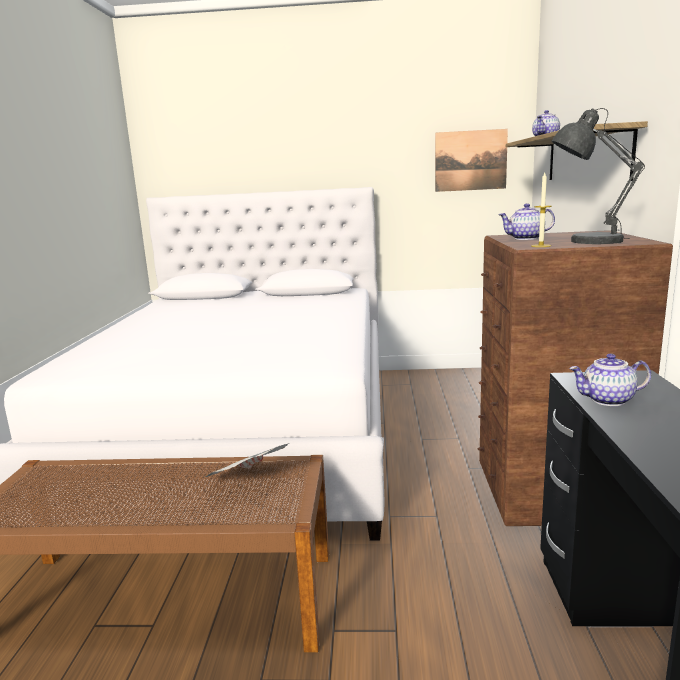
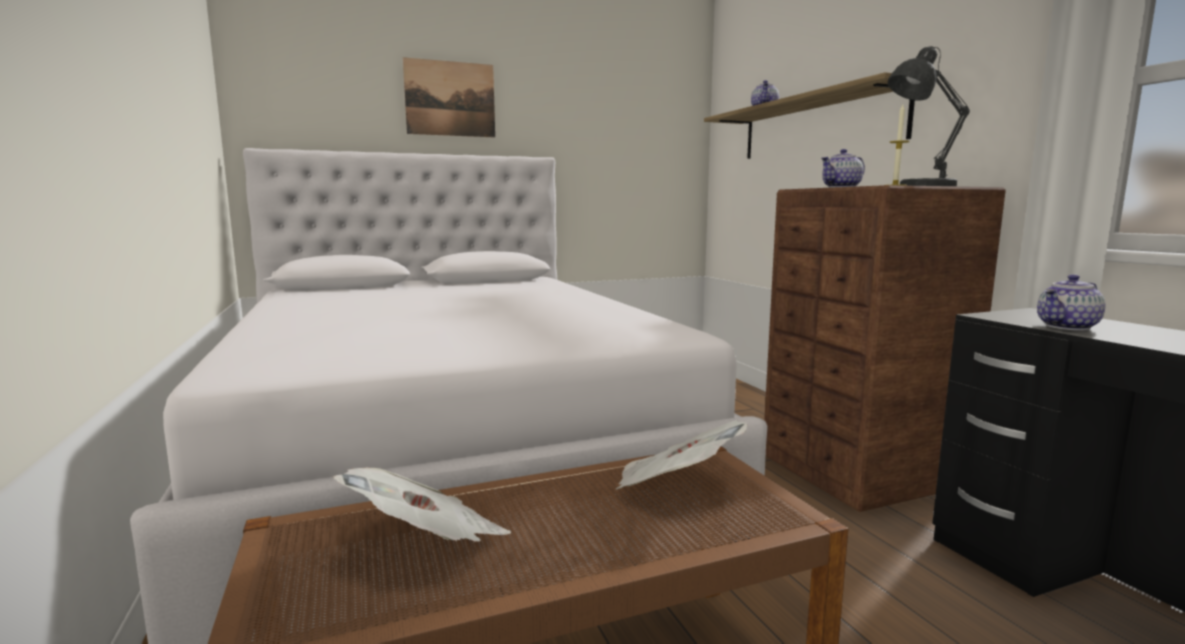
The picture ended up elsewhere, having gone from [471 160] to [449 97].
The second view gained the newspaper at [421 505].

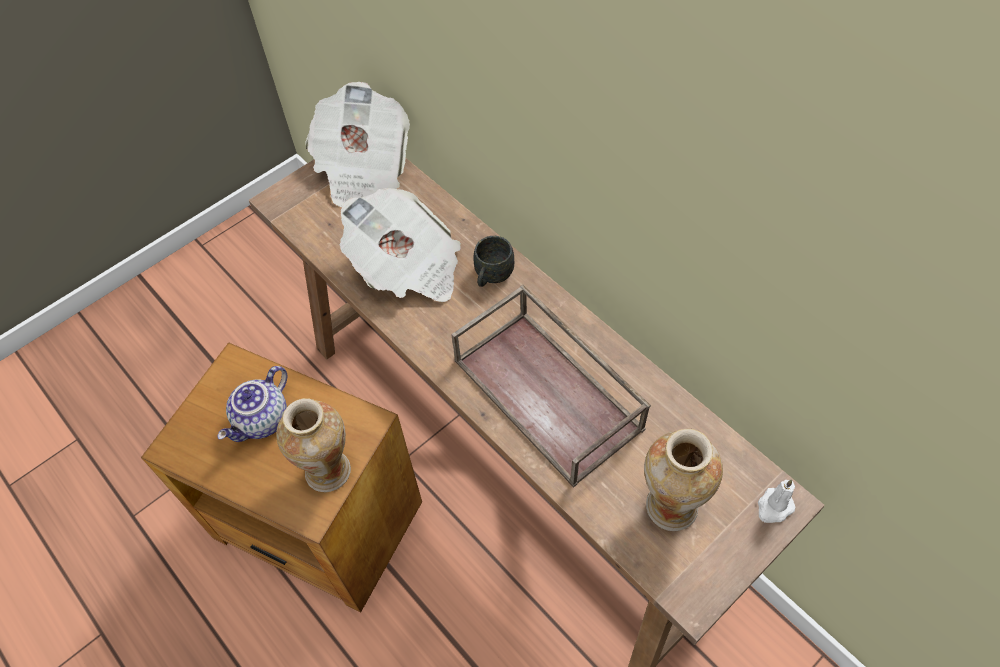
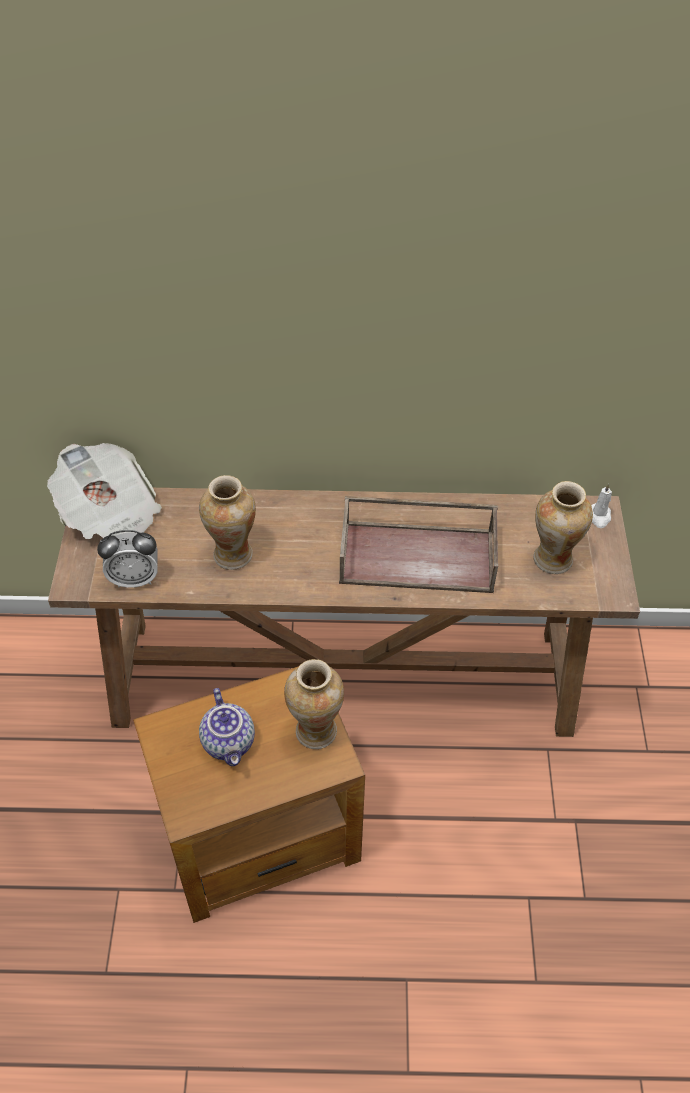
Where the newspaper stood at [400 245], the vase came to stand at [227 522].
The second view lost the grey mug at [493 261].
The second view gained the alarm clock at [127 559].

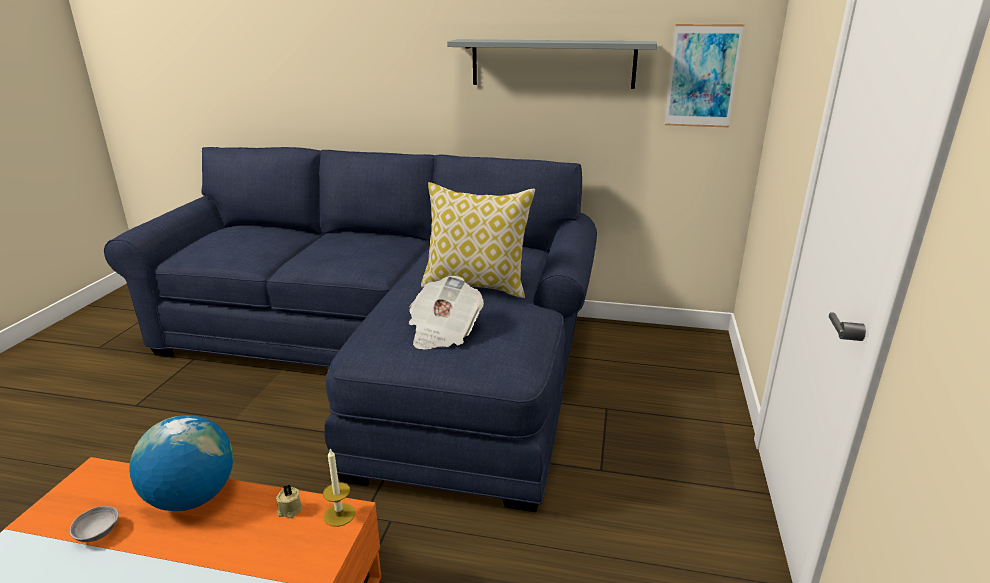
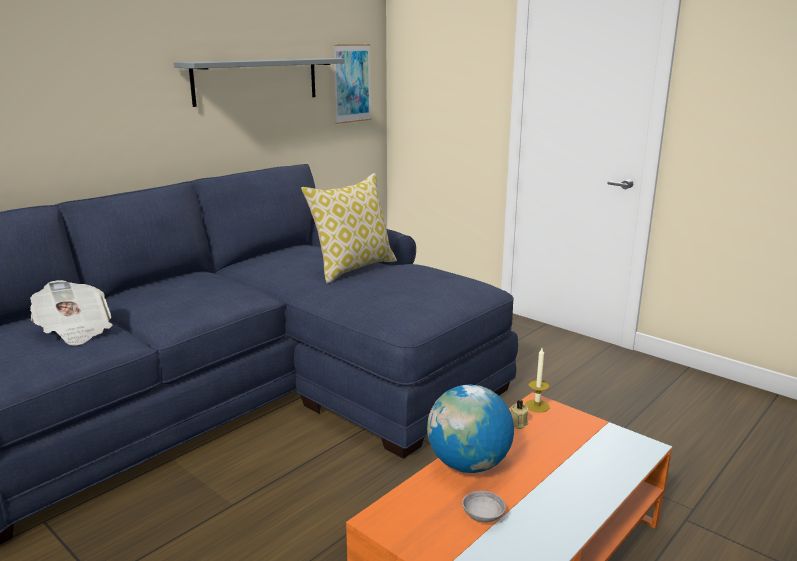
The newspaper ended up elsewhere, having gone from [446 312] to [71 313].

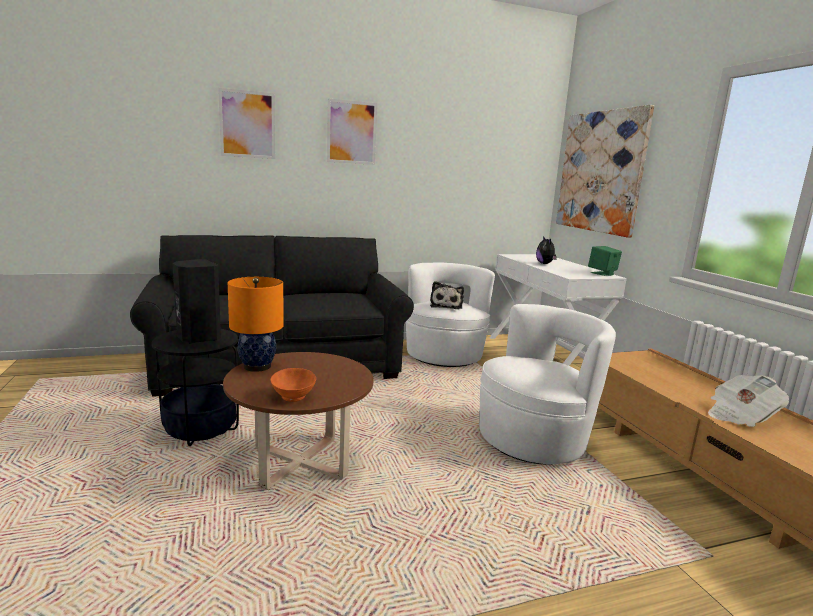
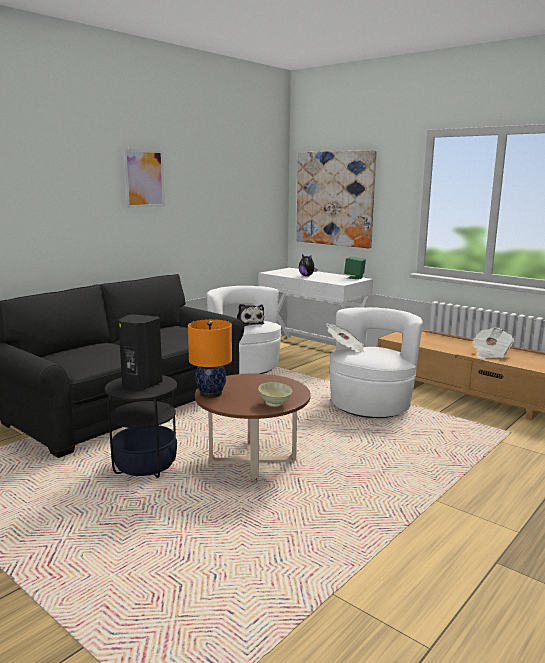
The second view lost the picture at [246 123].
What was the orange bowl at [293 385] turned into the beige bowl at [275 394].
The second view gained the newspaper at [345 338].

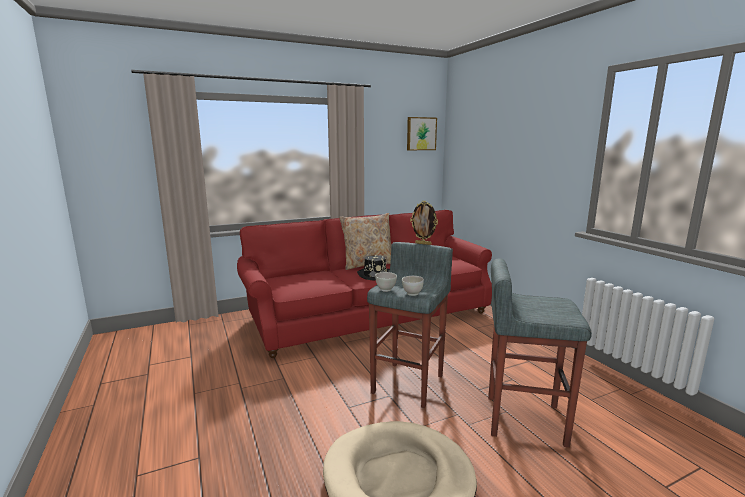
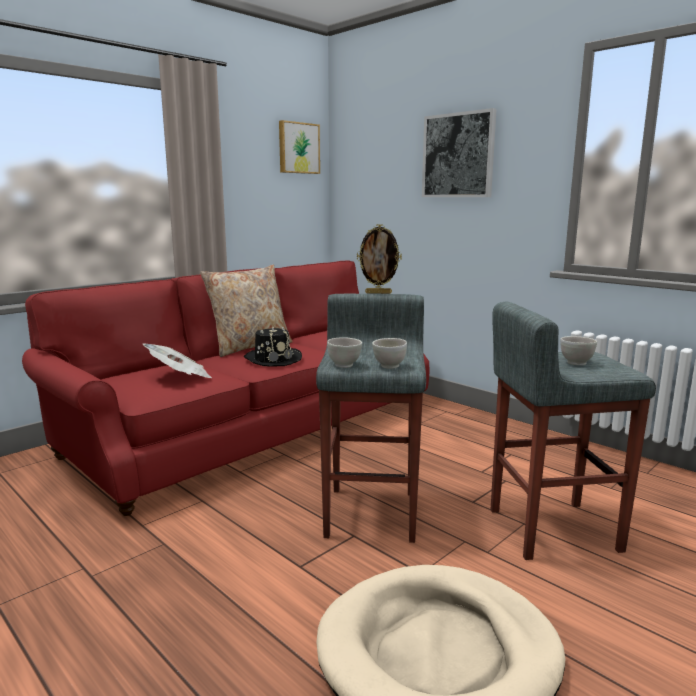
The second view gained the picture at [459 152].
The second view gained the white bowl at [578 350].
The second view gained the newspaper at [177 360].

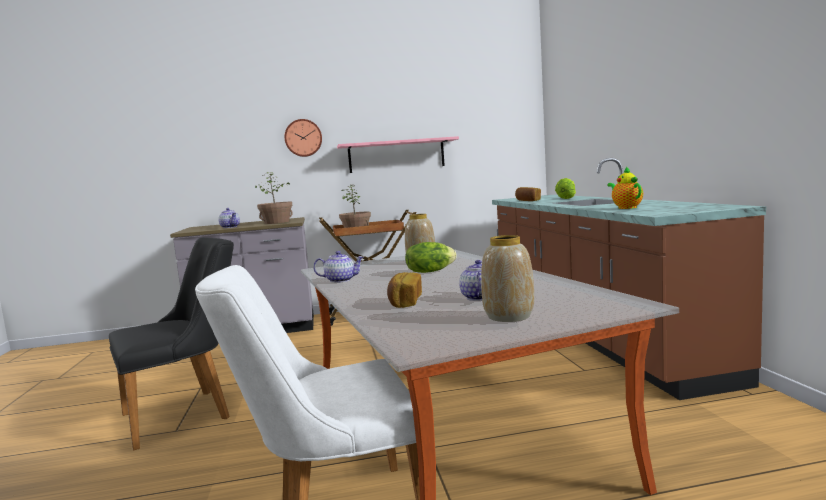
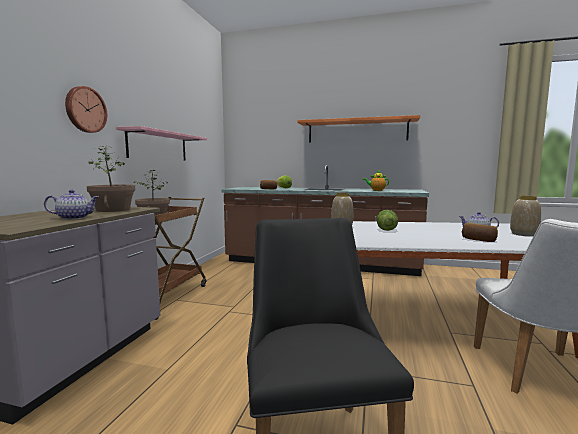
The second view lost the teapot at [338 267].
The second view gained the orange shelf at [358 129].

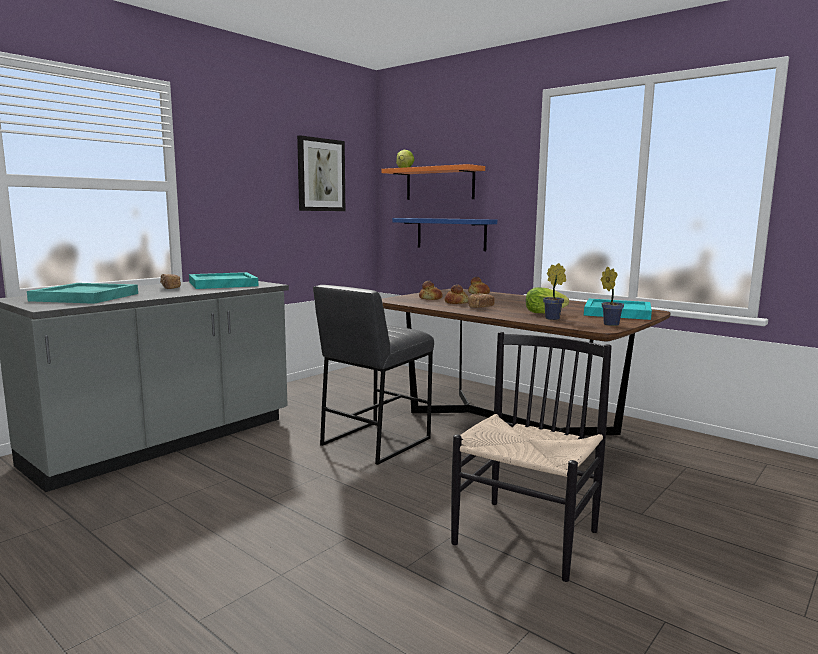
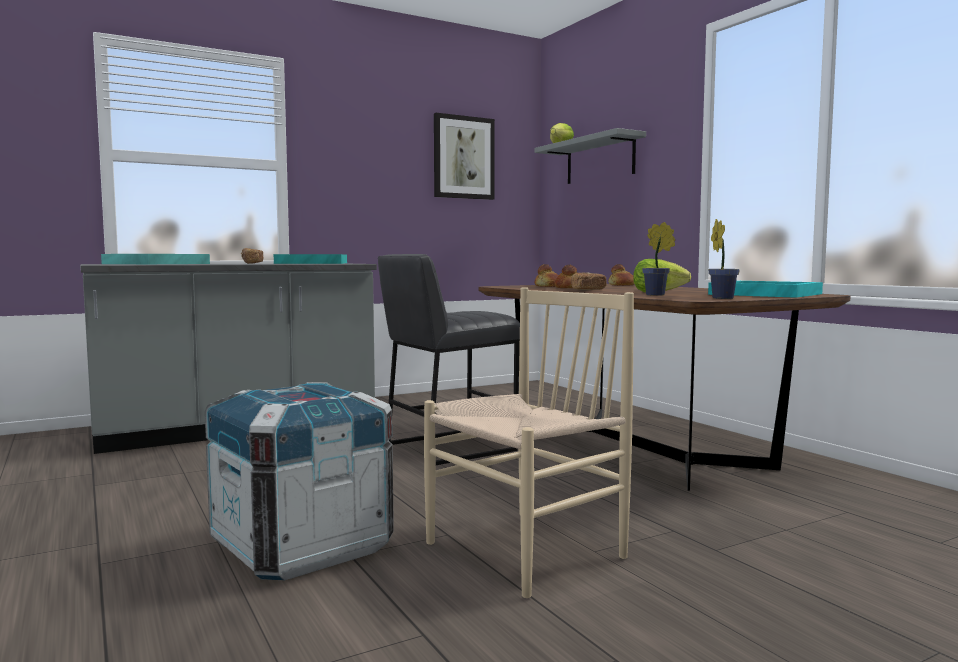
What was the orange shelf at [433 182] turned into the grey shelf at [590 156].
The second view lost the blue shelf at [444 234].
What was the black chair at [531 457] turned into the beige chair at [529 442].
The second view gained the crate at [299 481].

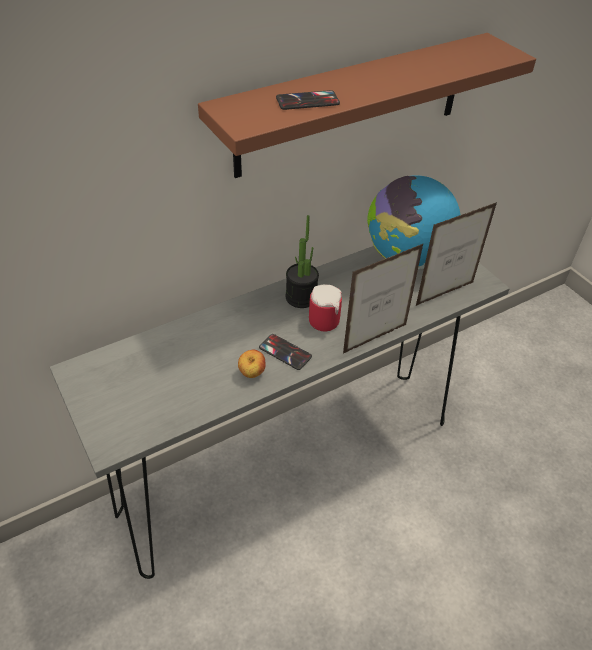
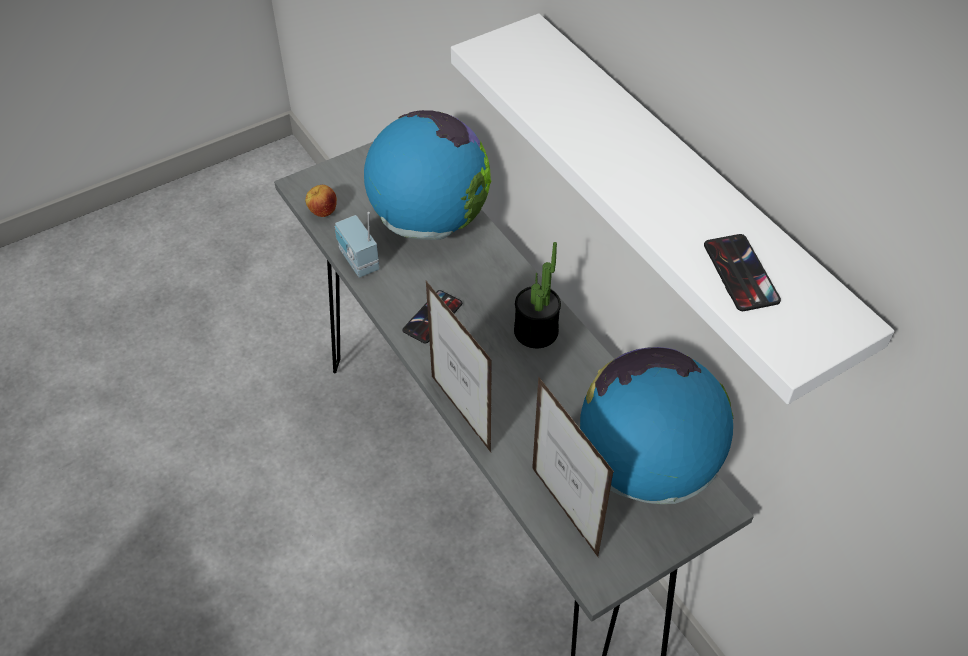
What was the brown shelf at [367 105] turned into the white shelf at [673 208].
The phone ended up elsewhere, having gone from [308 100] to [742 272].
The second view lost the mug at [325 308].
The apple ended up elsewhere, having gone from [252 364] to [321 201].
The second view gained the globe at [428 175].
The second view gained the radio at [357 245].

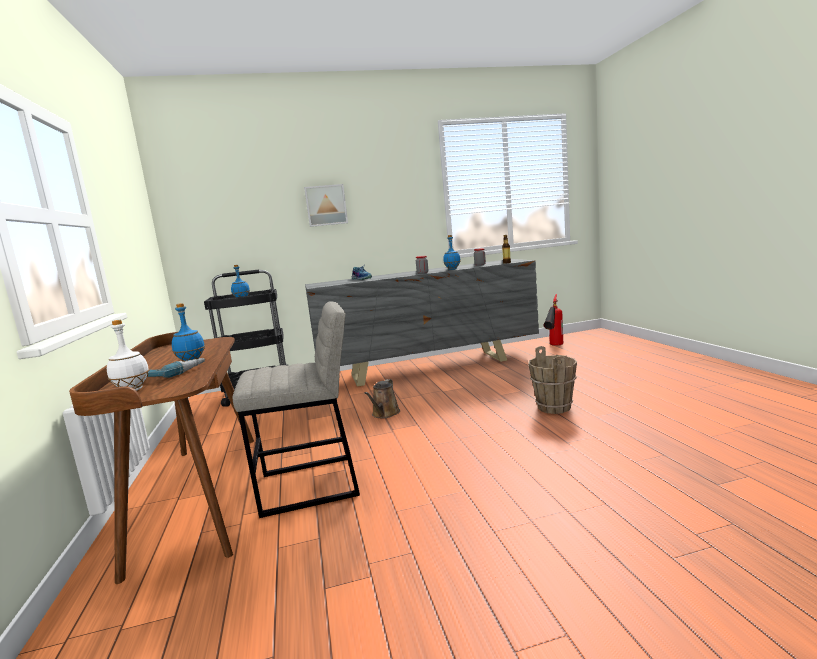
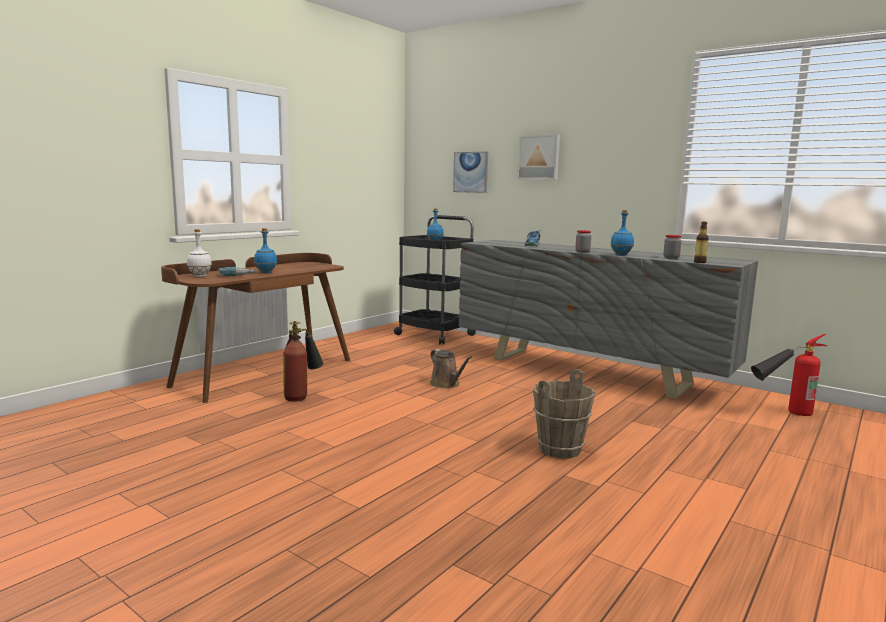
Where the grey chair stood at [296 409], the fire extinguisher came to stand at [303 361].
The brown watering can at [382 398] ended up facing another way, 105 degrees counterclockwise from before.
The second view gained the picture at [470 172].

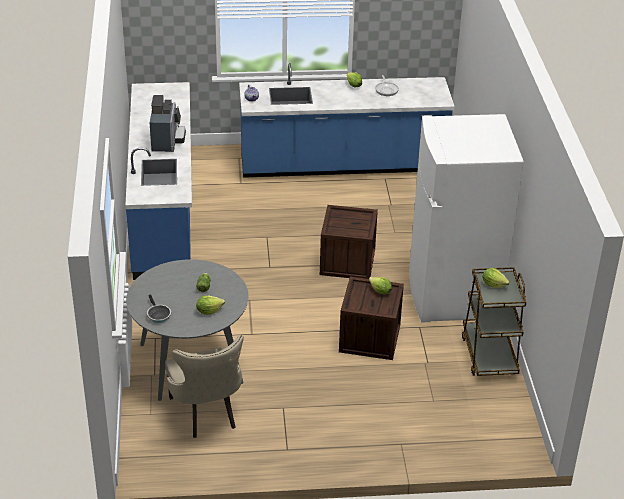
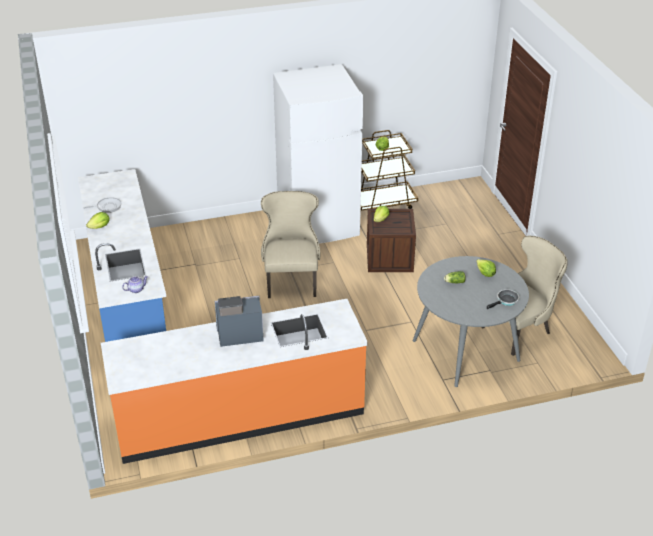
What was the blue counter at [158 181] turned into the orange counter at [234 381].
Where the crate stood at [349 242], the beige chair came to stand at [290 244].

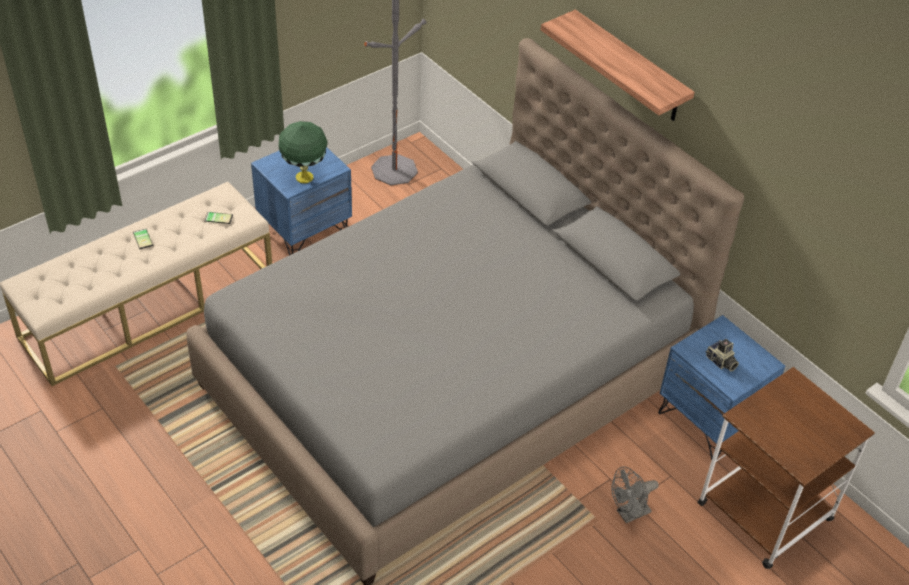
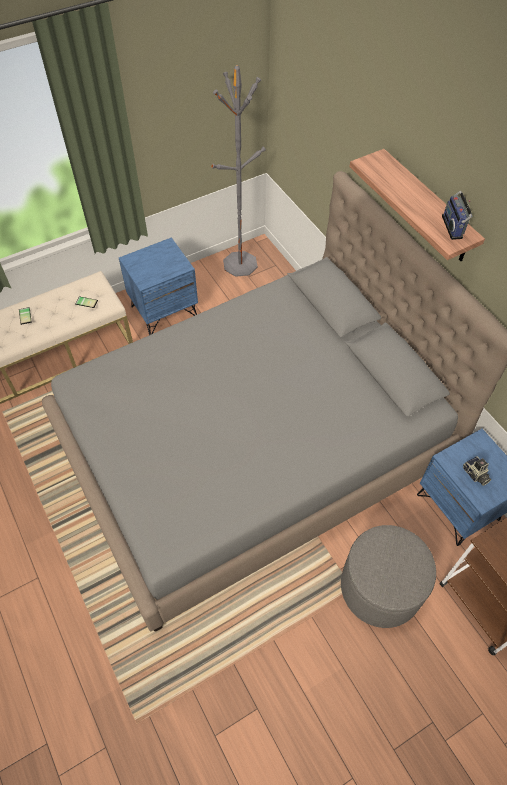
The second view lost the green table lamp at [303 152].
Where the grey fan stood at [635 494], the grey ottoman came to stand at [388 576].
The second view gained the radio at [457 215].

